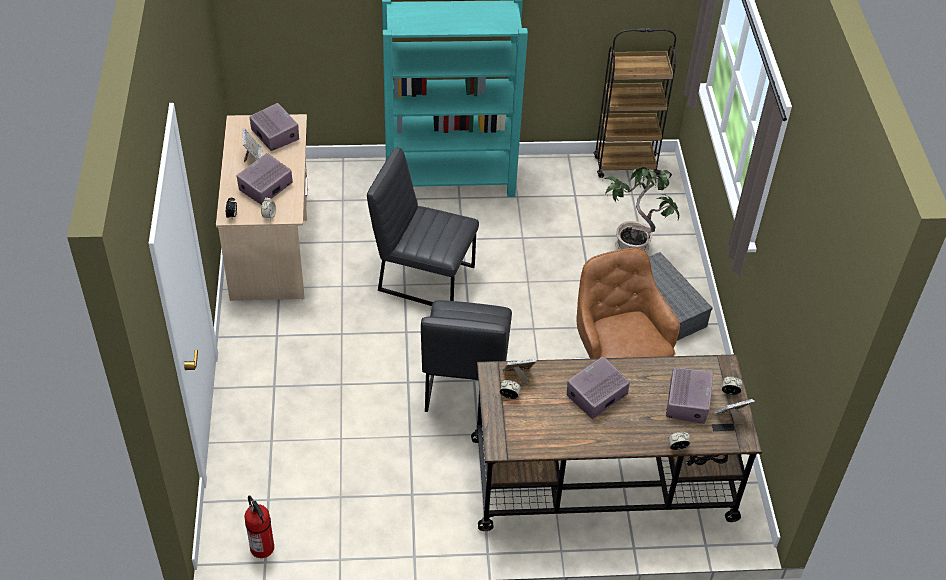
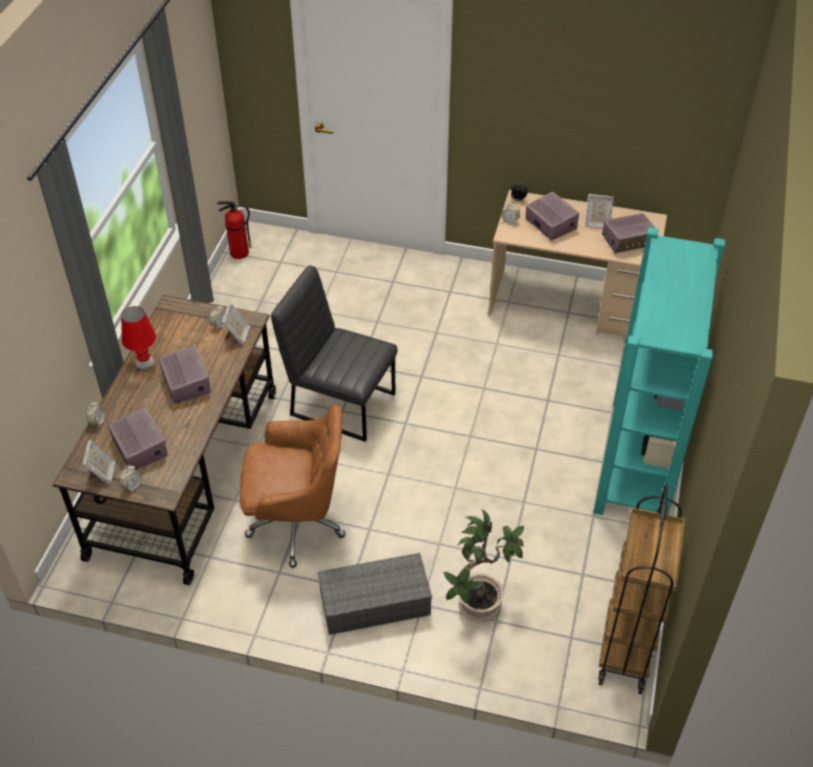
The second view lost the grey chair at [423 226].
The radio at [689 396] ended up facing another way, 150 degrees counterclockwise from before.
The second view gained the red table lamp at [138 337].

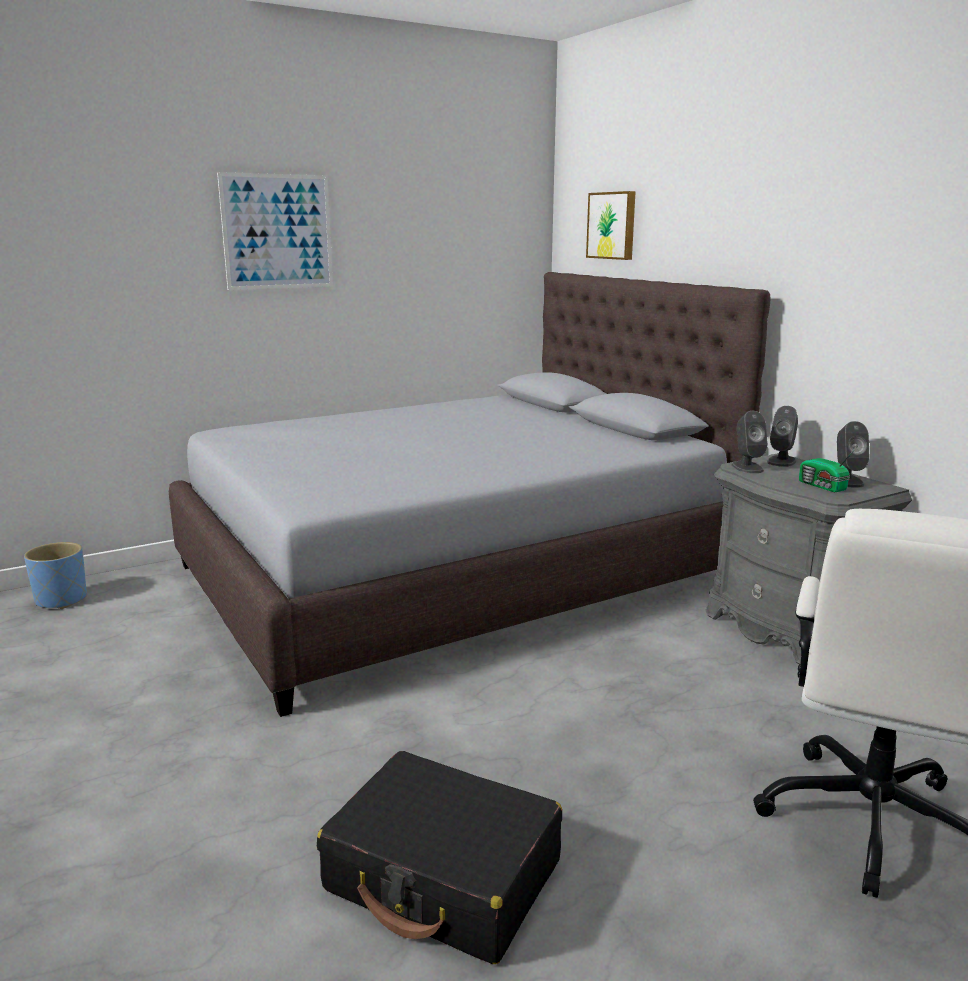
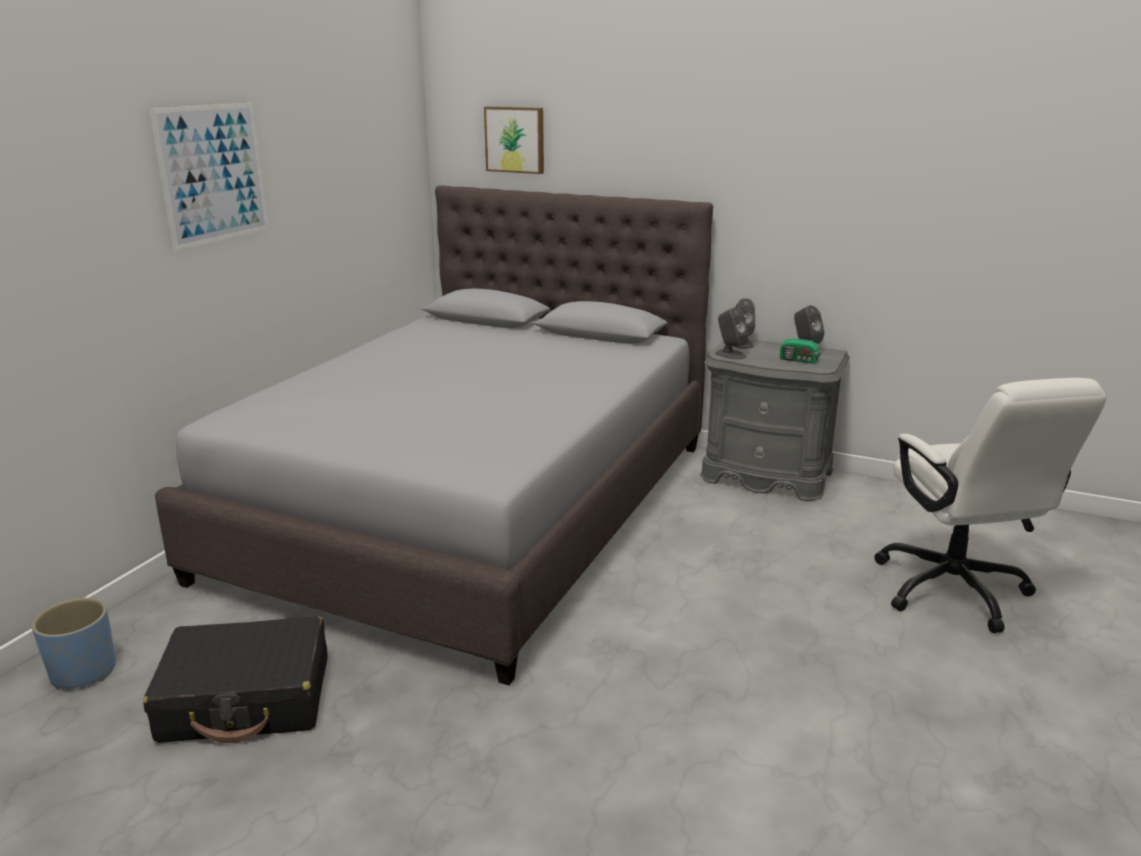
The black suitcase ended up elsewhere, having gone from [439 857] to [235 679].

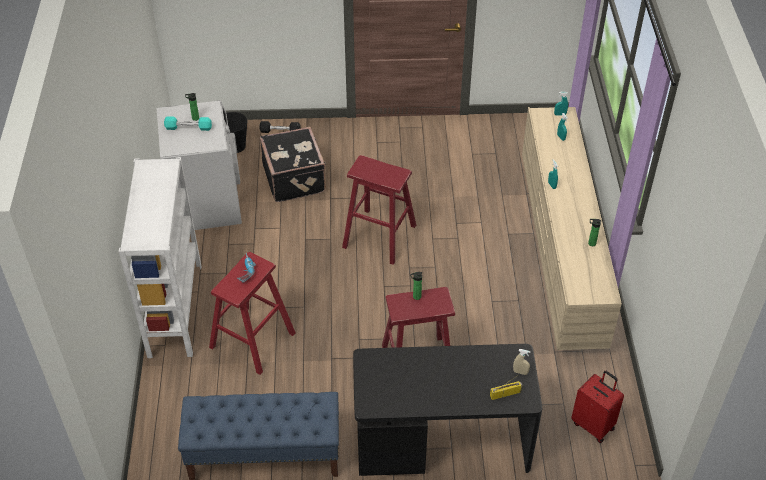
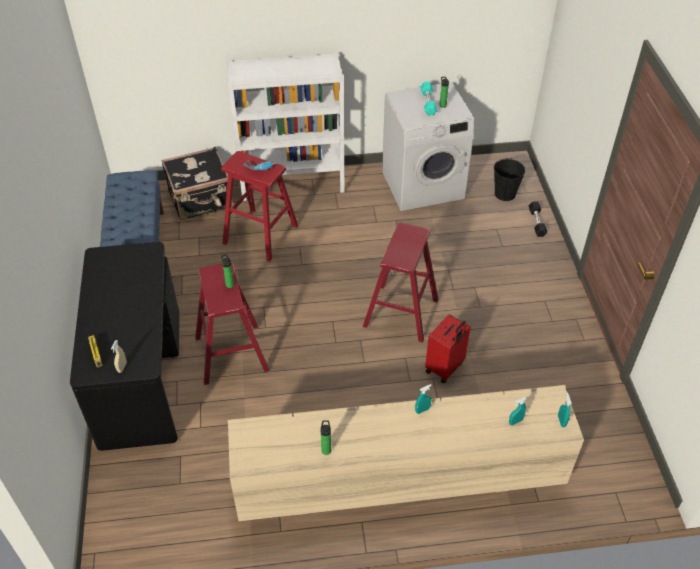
The black suitcase ended up elsewhere, having gone from [293 164] to [197 183].
The red suitcase ended up elsewhere, having gone from [597 407] to [448 349].

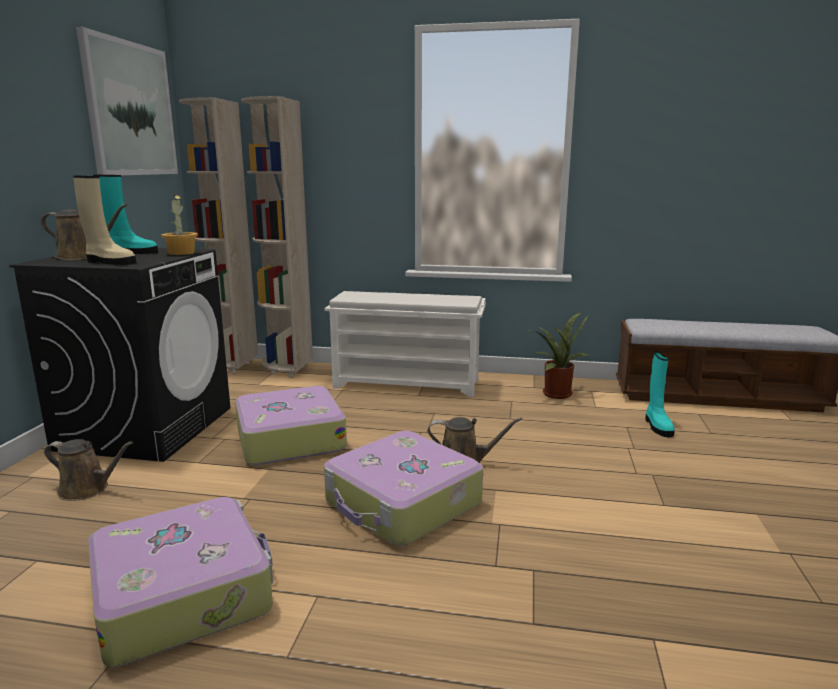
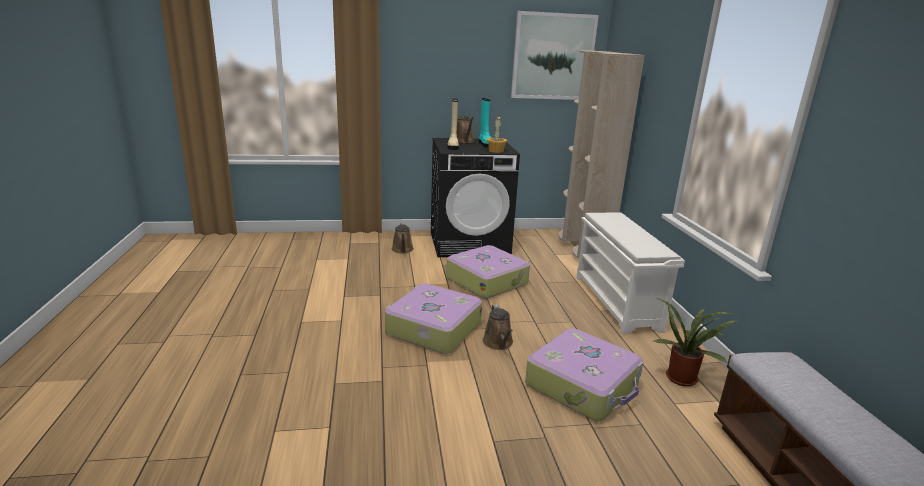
The second view lost the turquoise boot at [660 394].
The suitcase ended up elsewhere, having gone from [180 582] to [584 374].

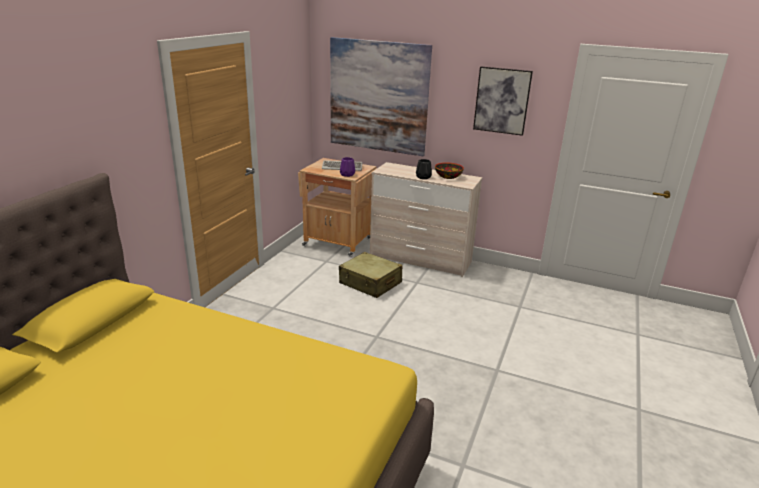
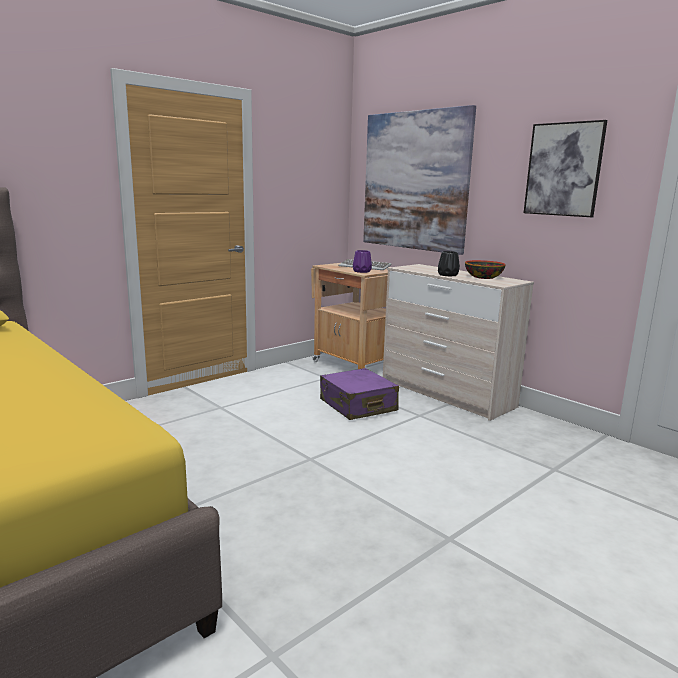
What was the beige suitcase at [371 275] turned into the purple suitcase at [359 394].

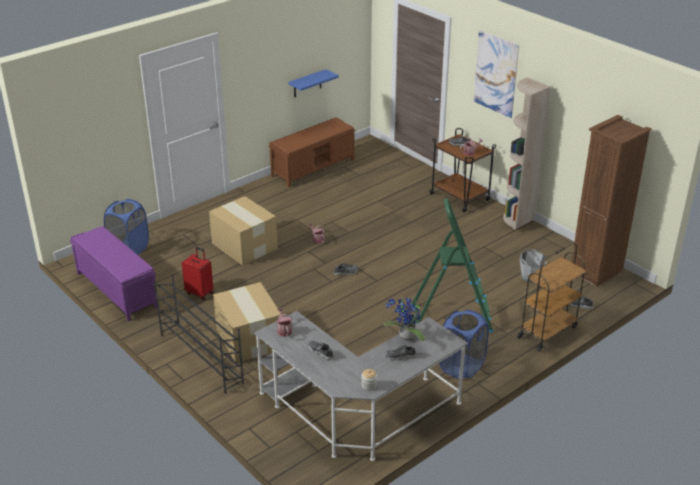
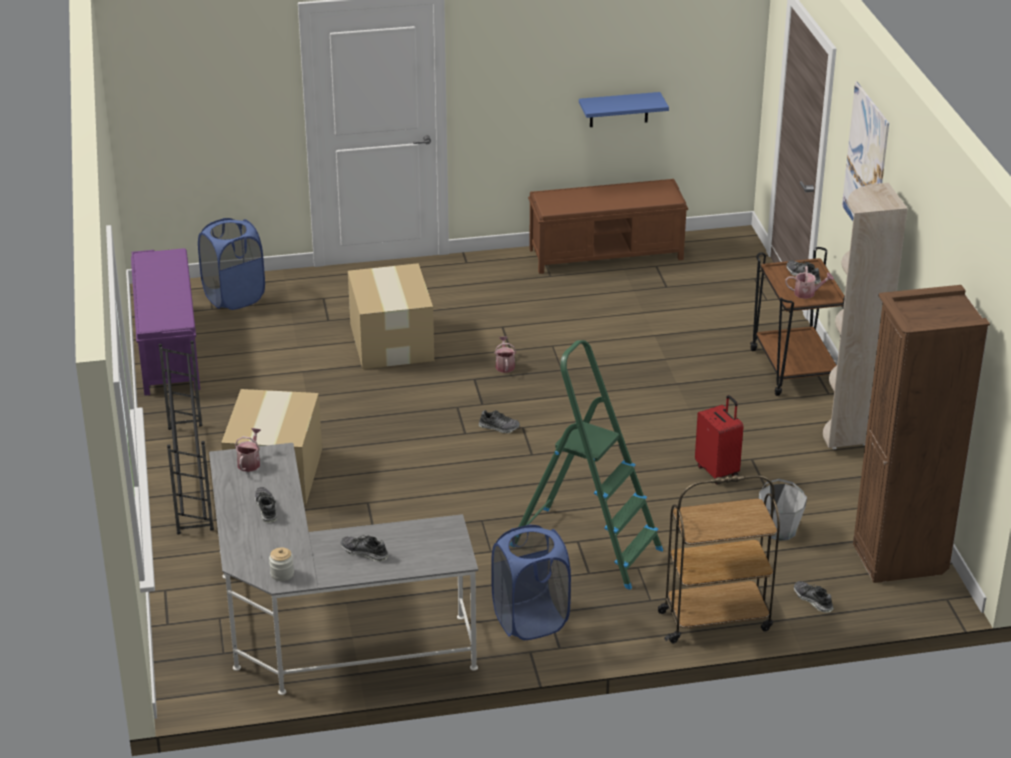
The red suitcase ended up elsewhere, having gone from [197 273] to [719 440].
The second view lost the potted plant at [404 318].

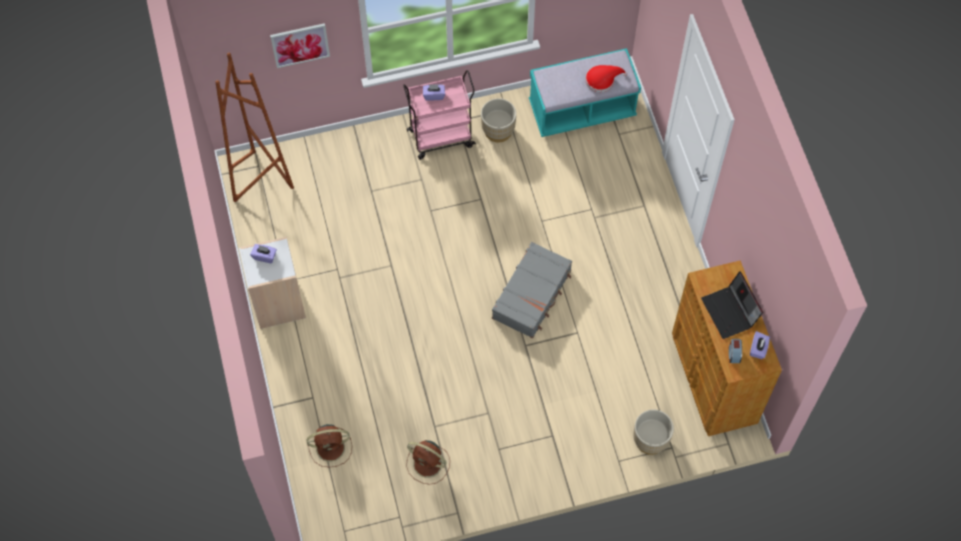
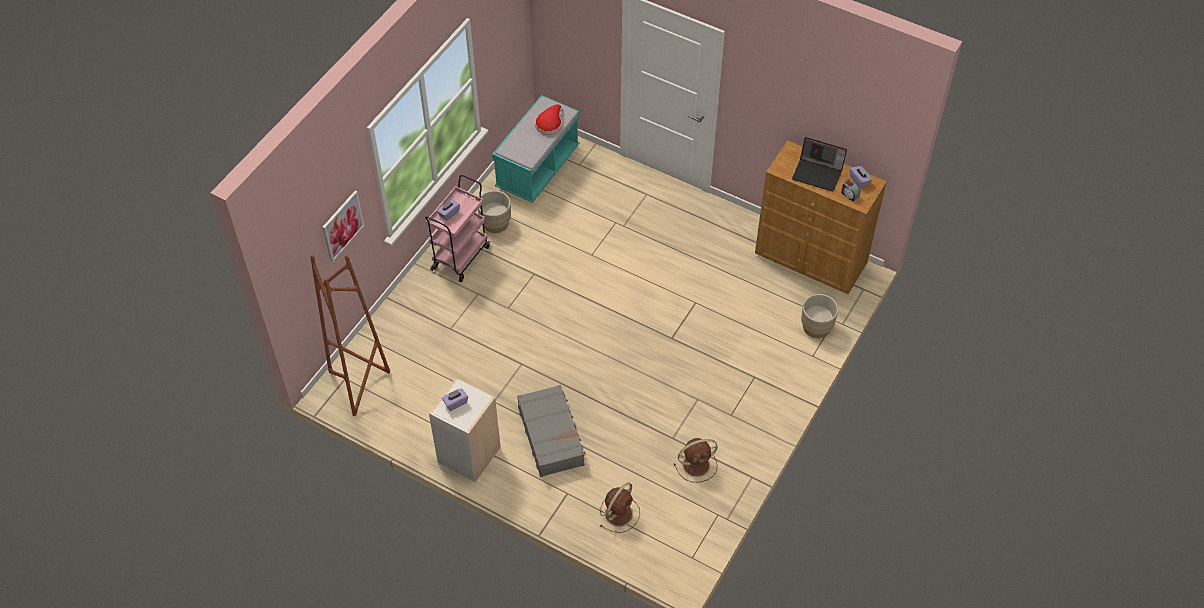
The grey suitcase ended up elsewhere, having gone from [532 290] to [551 431].

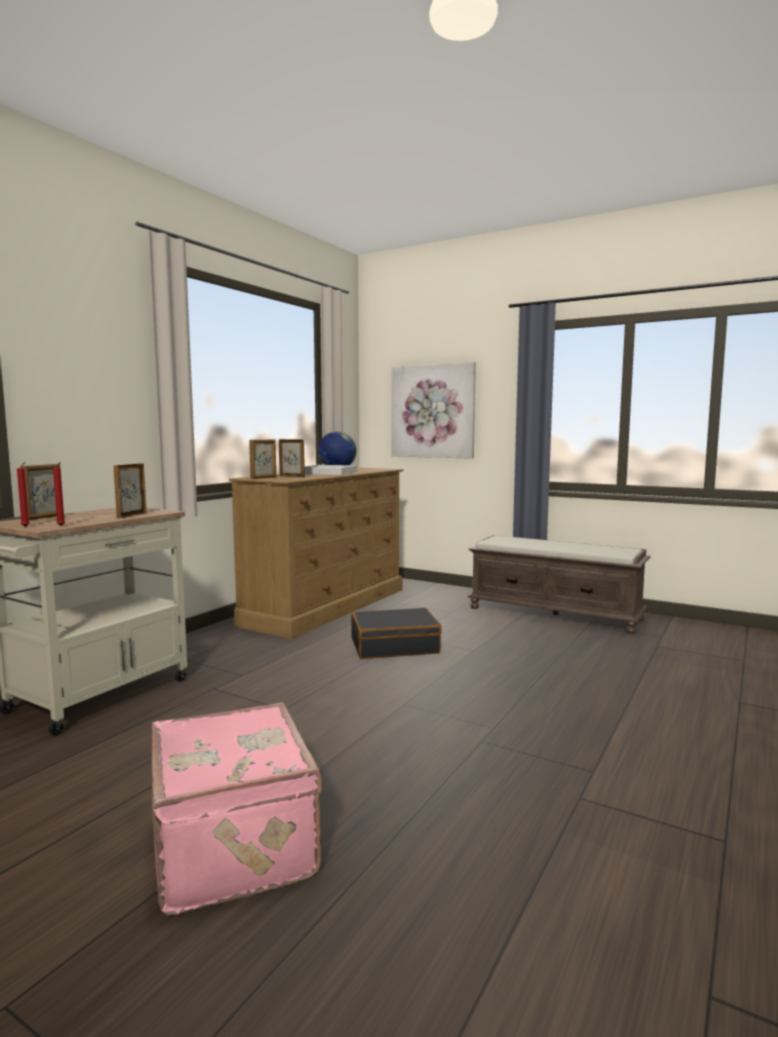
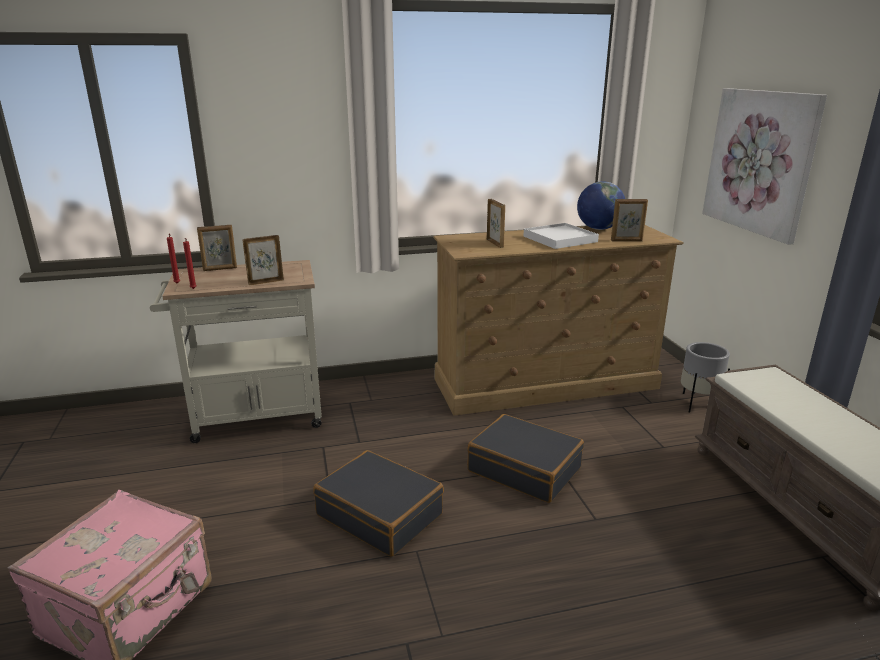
The picture frame ended up elsewhere, having gone from [262 459] to [629 220].
The second view gained the grey planter at [705 377].
The second view gained the black suitcase at [378 503].

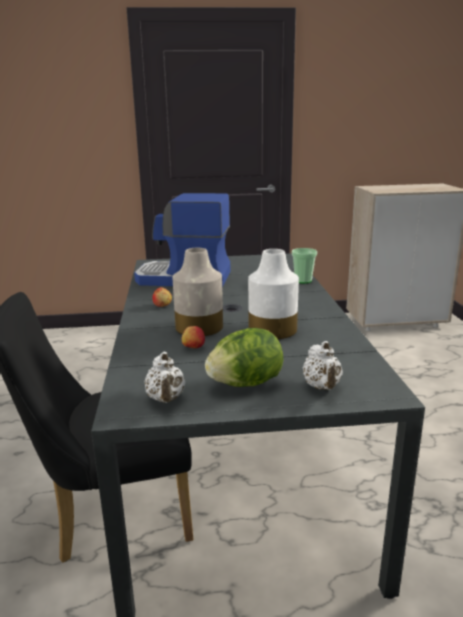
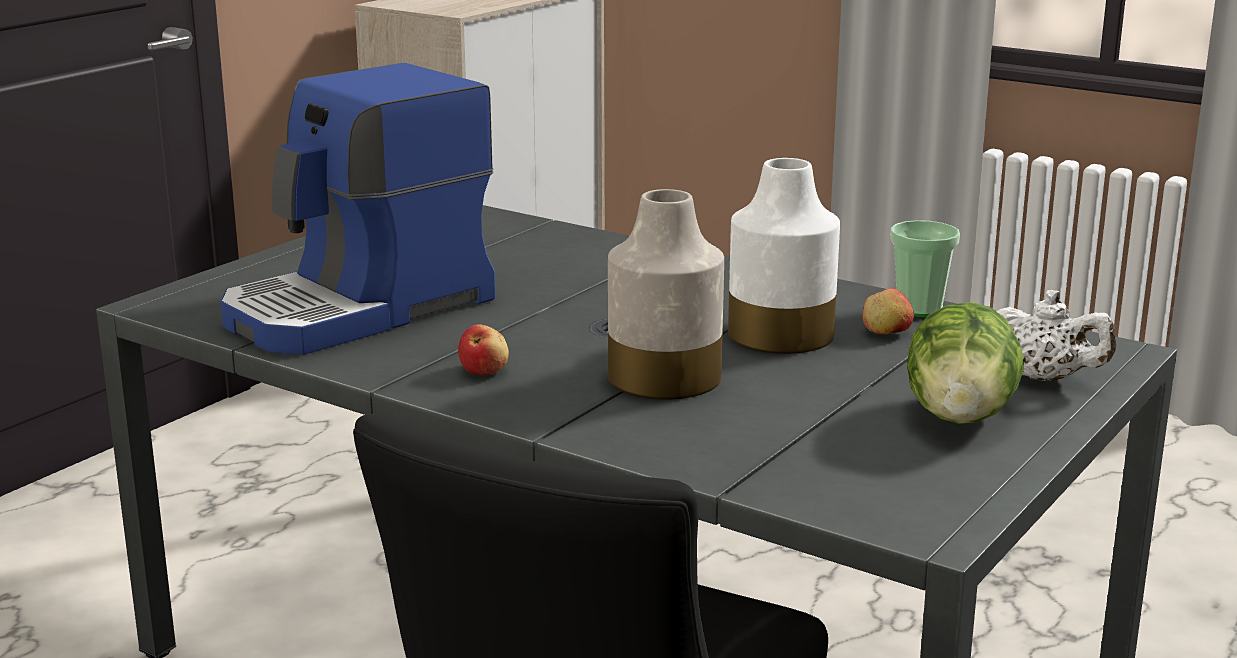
The cup ended up elsewhere, having gone from [304 266] to [925 268].
The apple ended up elsewhere, having gone from [193 337] to [888 311].
The second view lost the white teapot at [164 377].

